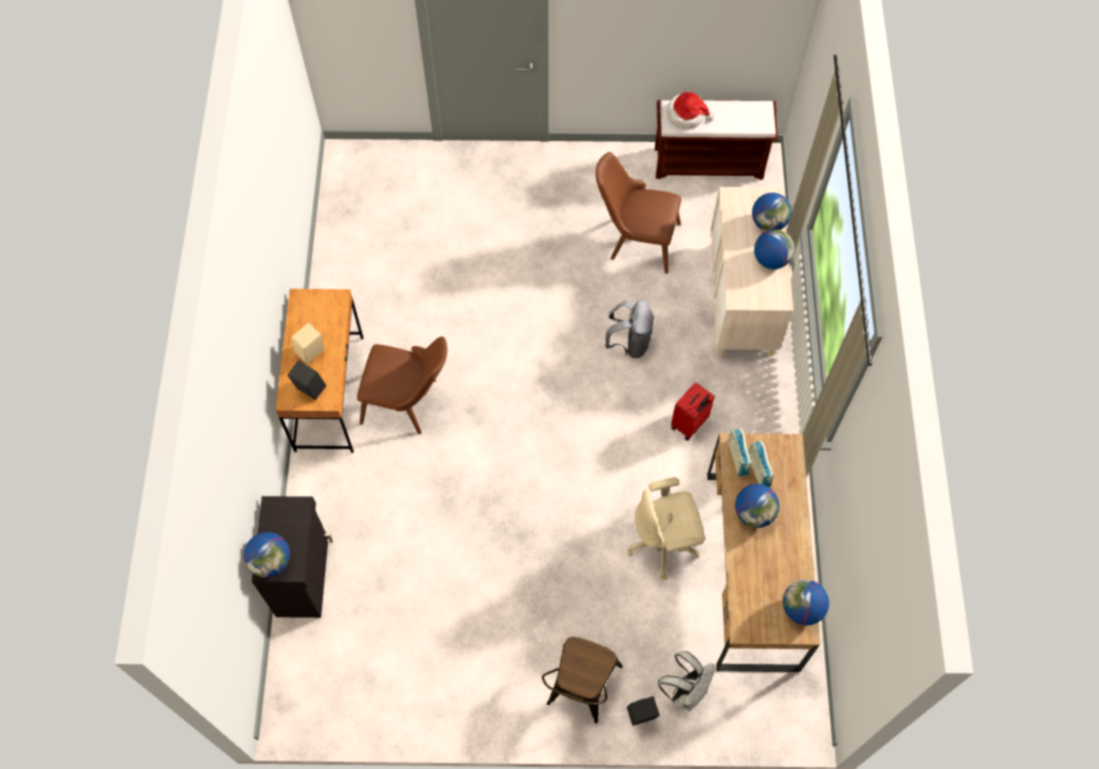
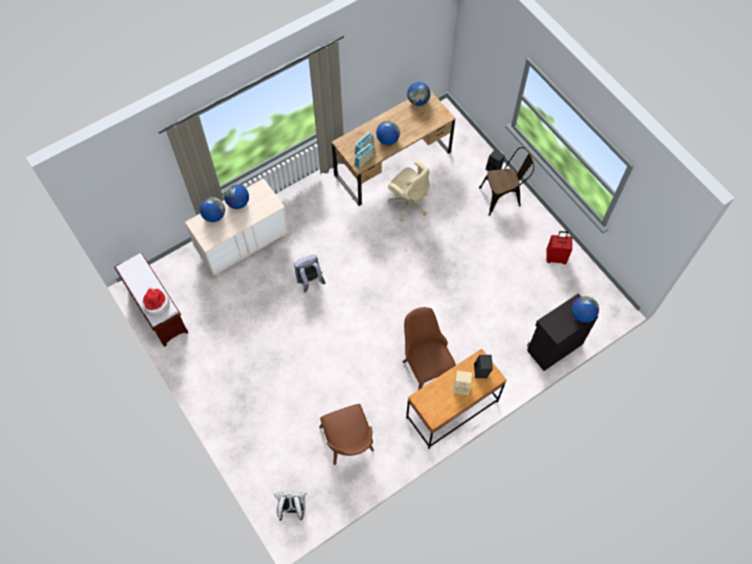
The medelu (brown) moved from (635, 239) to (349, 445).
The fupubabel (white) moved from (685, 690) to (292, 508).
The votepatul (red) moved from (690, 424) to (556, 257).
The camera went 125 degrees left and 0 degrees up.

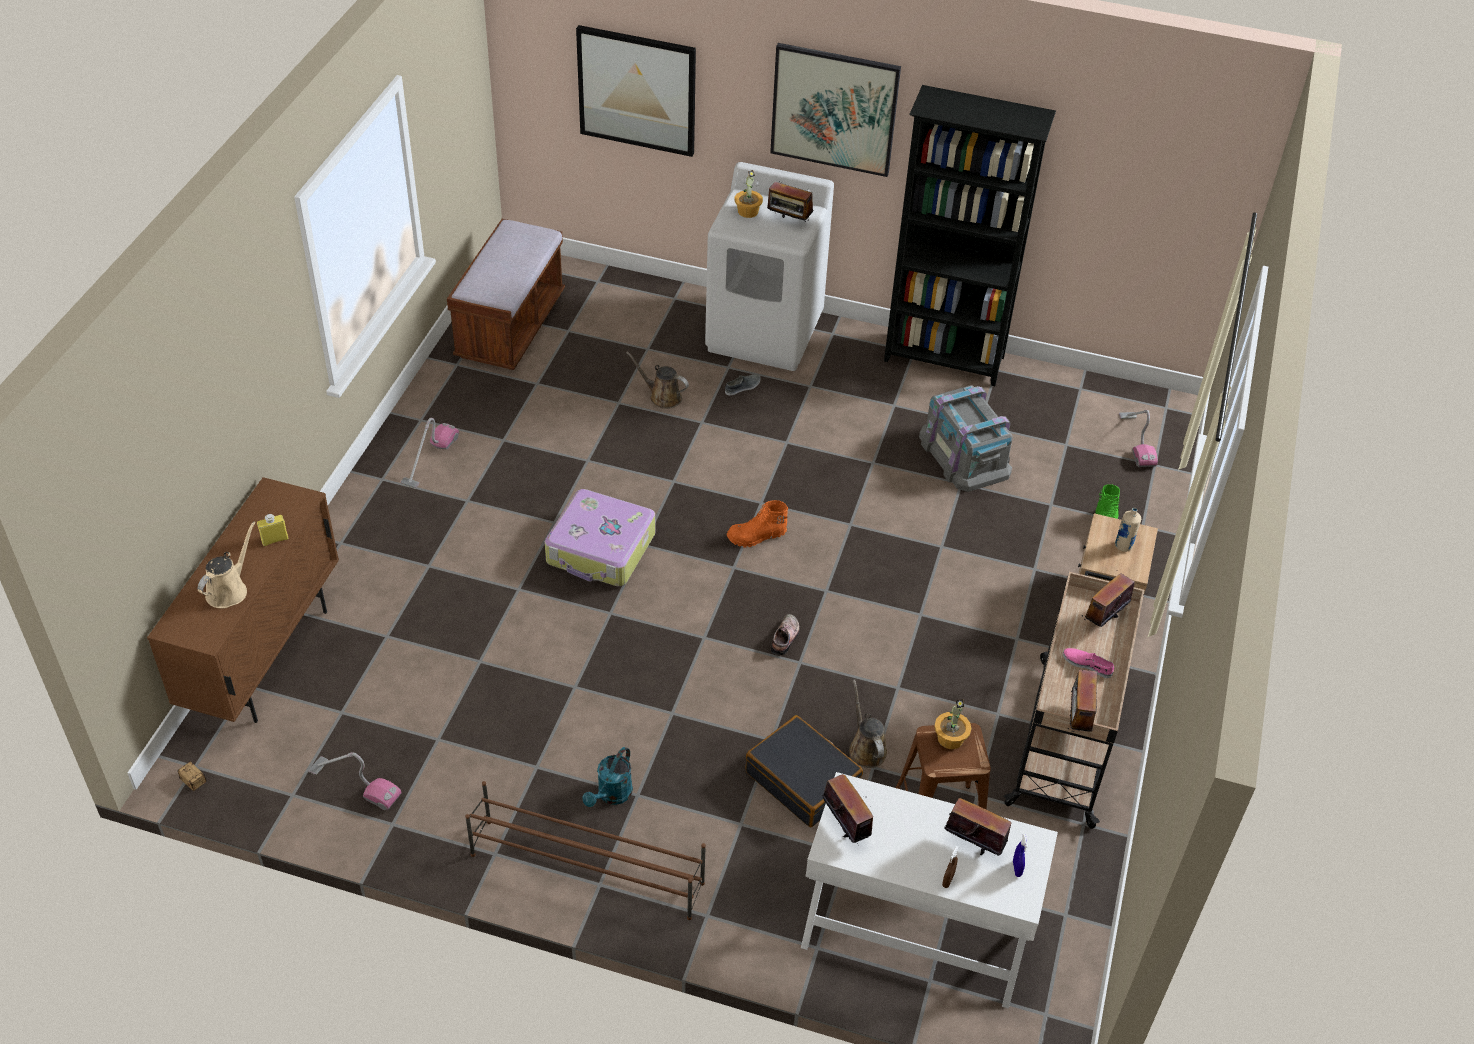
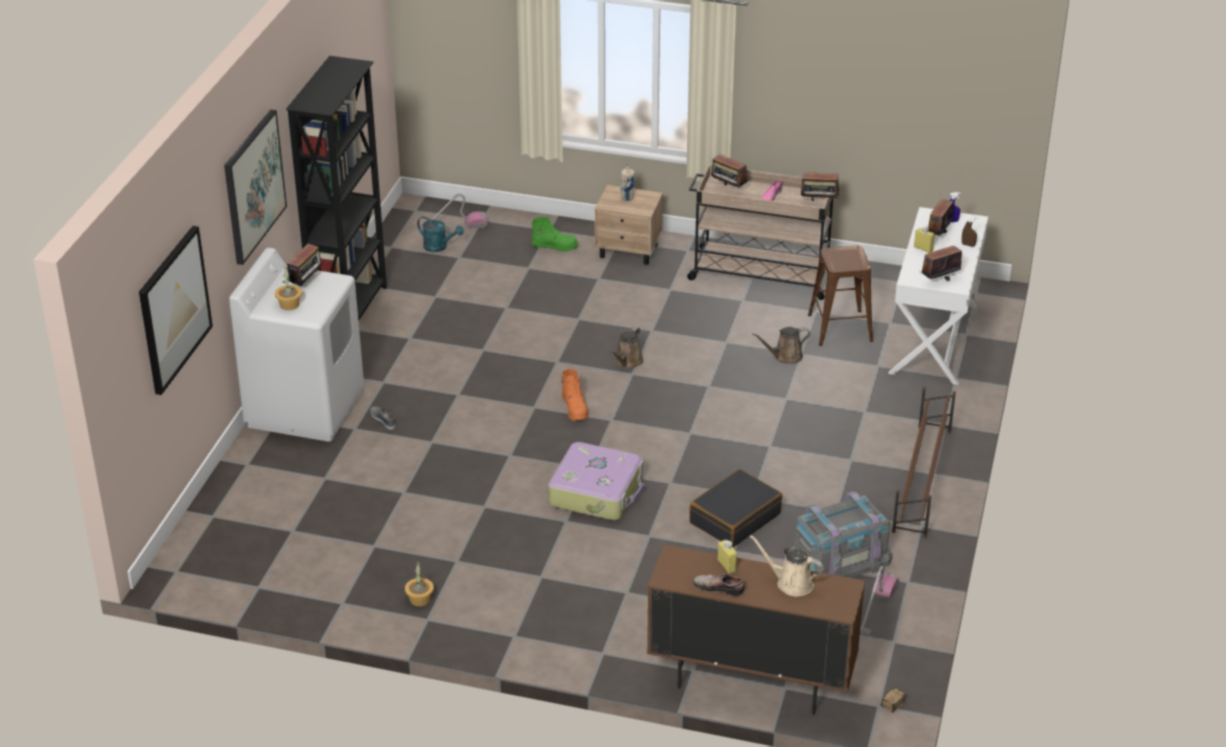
The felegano at (430, 459) disappeared.
The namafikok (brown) at (510, 327) disappeared.
The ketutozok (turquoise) moved from (611, 795) to (439, 247).
The ketutozok (brown) moved from (662, 396) to (627, 362).
The votepatul (black) moved from (803, 780) to (734, 518).
The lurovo moved from (786, 638) to (719, 587).
The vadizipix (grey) moved from (964, 454) to (840, 558).
The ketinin moved from (950, 738) to (419, 599).
The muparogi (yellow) at (923, 249) appeared.
The camera went 90 degrees left and 10 degrees down.

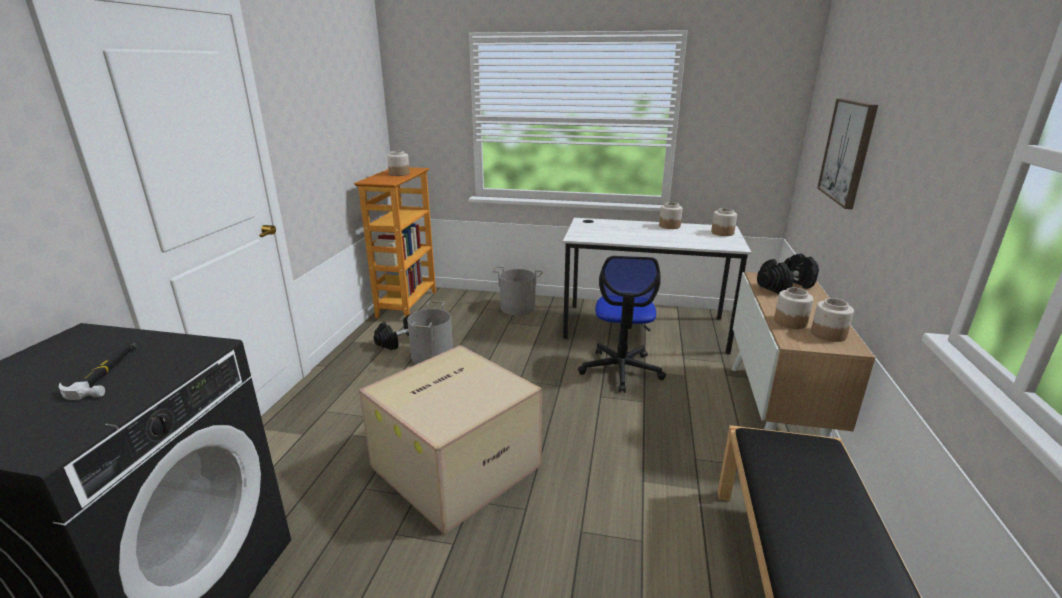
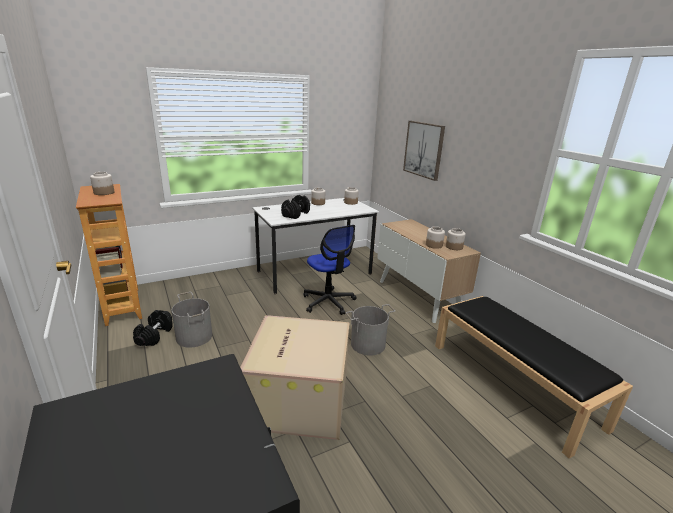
The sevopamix at (106, 373) disappeared.
The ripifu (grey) moved from (518, 307) to (367, 344).
The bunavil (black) moved from (785, 286) to (295, 214).
The camera went 40 degrees left and 0 degrees up.

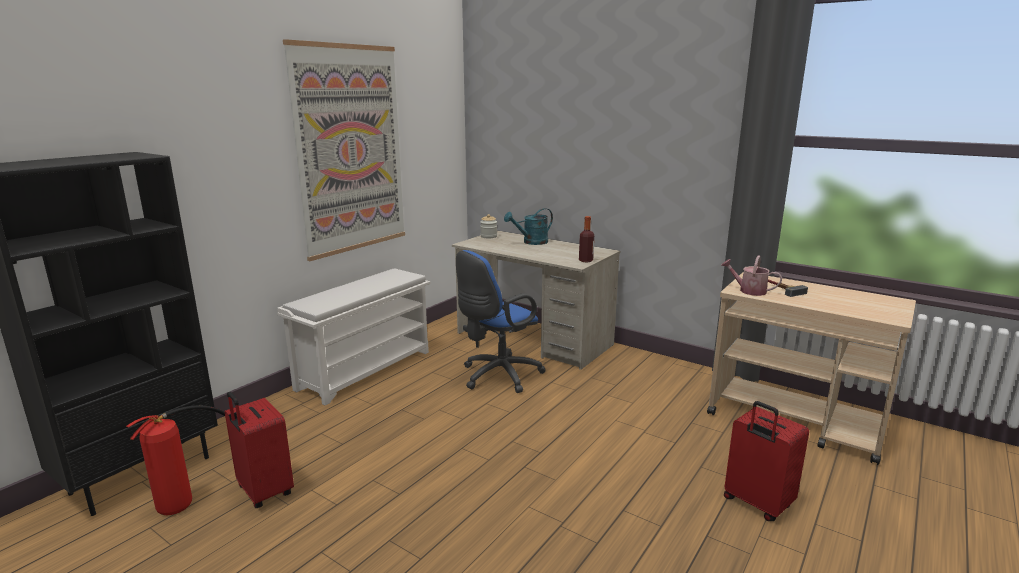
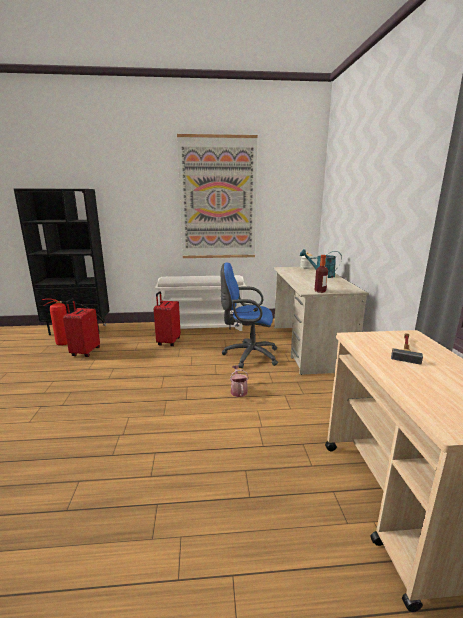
The ketutozok moved from (748, 290) to (238, 390).
The votepatul (red) moved from (756, 504) to (168, 342).
The camera went 50 degrees right and 0 degrees up.

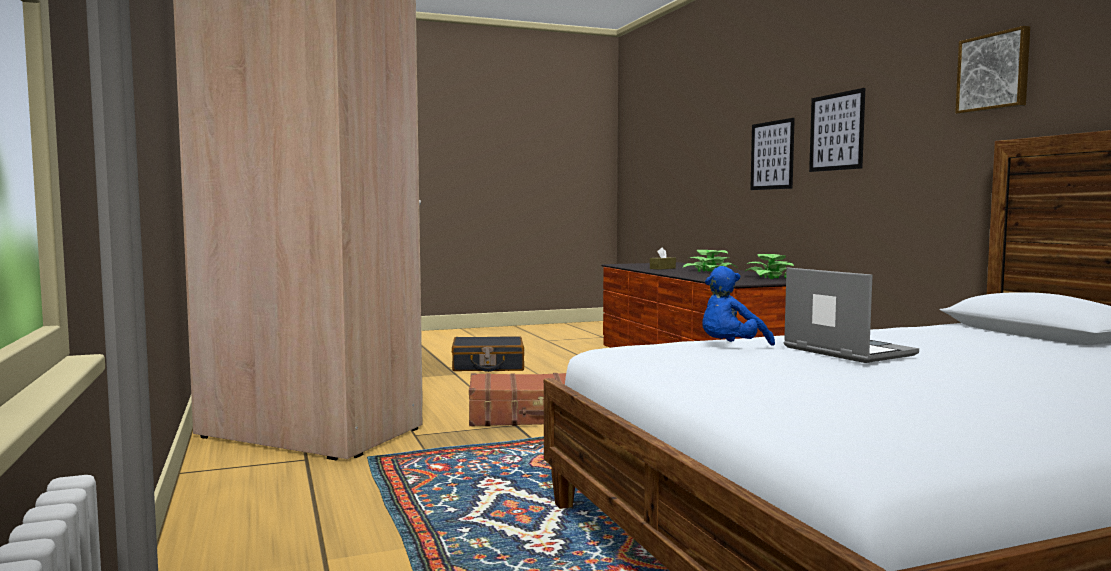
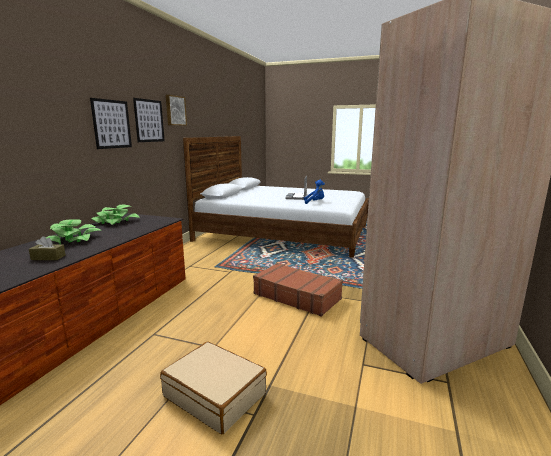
The votepatul (black) at (488, 366) became the votepatul (beige) at (215, 395).
The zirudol moved from (772, 155) to (149, 121).
The camera went 140 degrees left and 10 degrees up.

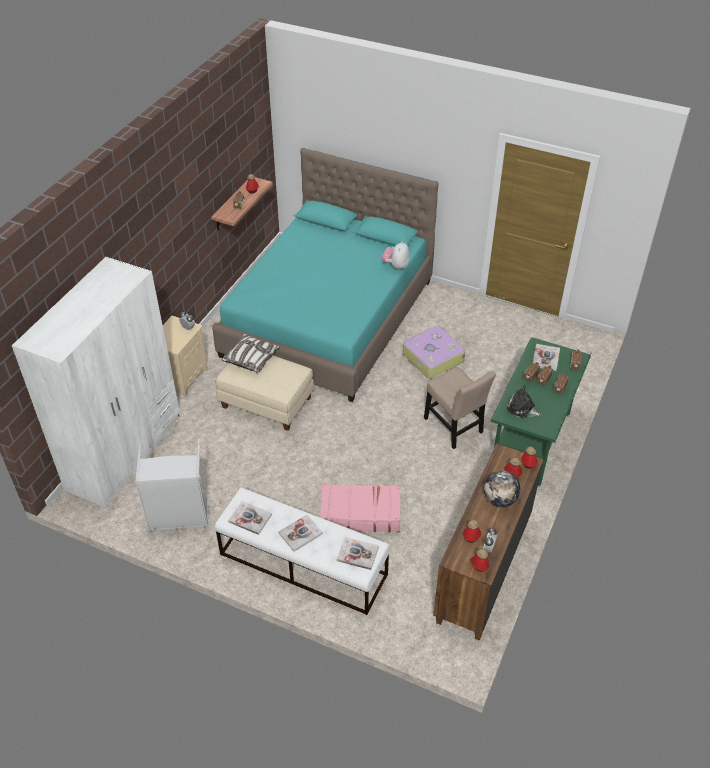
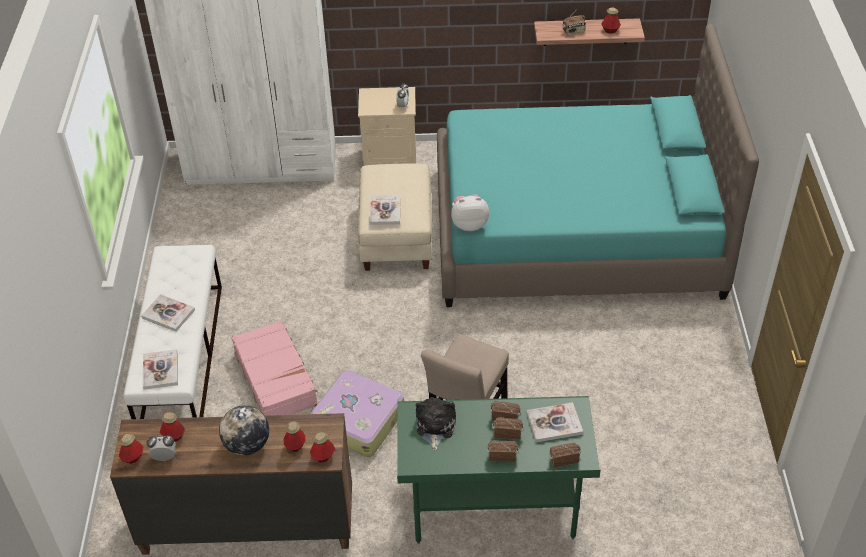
The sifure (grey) at (179, 516) disappeared.
The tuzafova at (251, 359) disappeared.
The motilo moved from (250, 518) to (385, 211).
The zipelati moved from (396, 266) to (469, 224).
The votepatul moved from (432, 358) to (358, 420).
The camera went 65 degrees right and 0 degrees up.

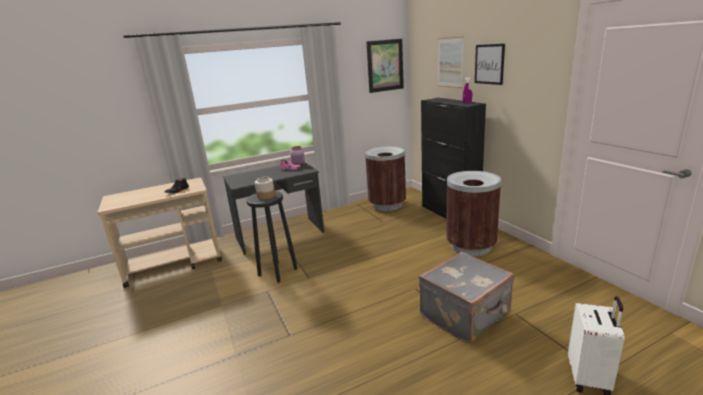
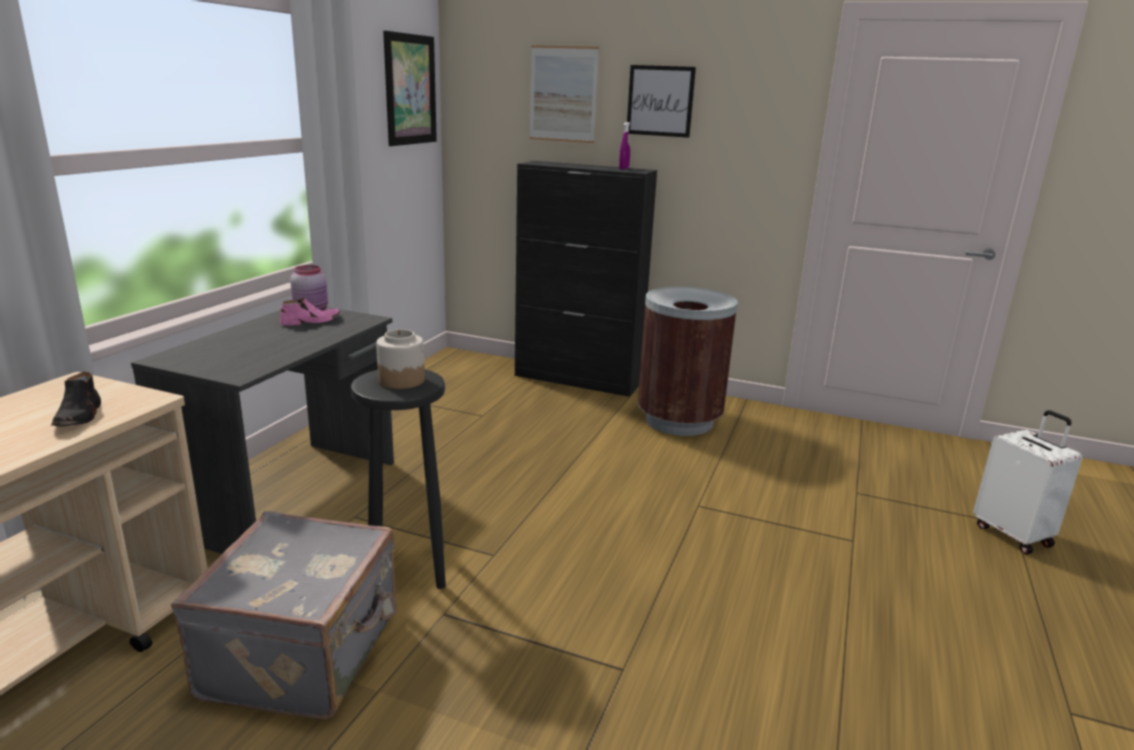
The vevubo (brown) at (387, 205) disappeared.
The votepatul (grey) moved from (466, 315) to (306, 654).
The camera went 45 degrees left and 0 degrees up.

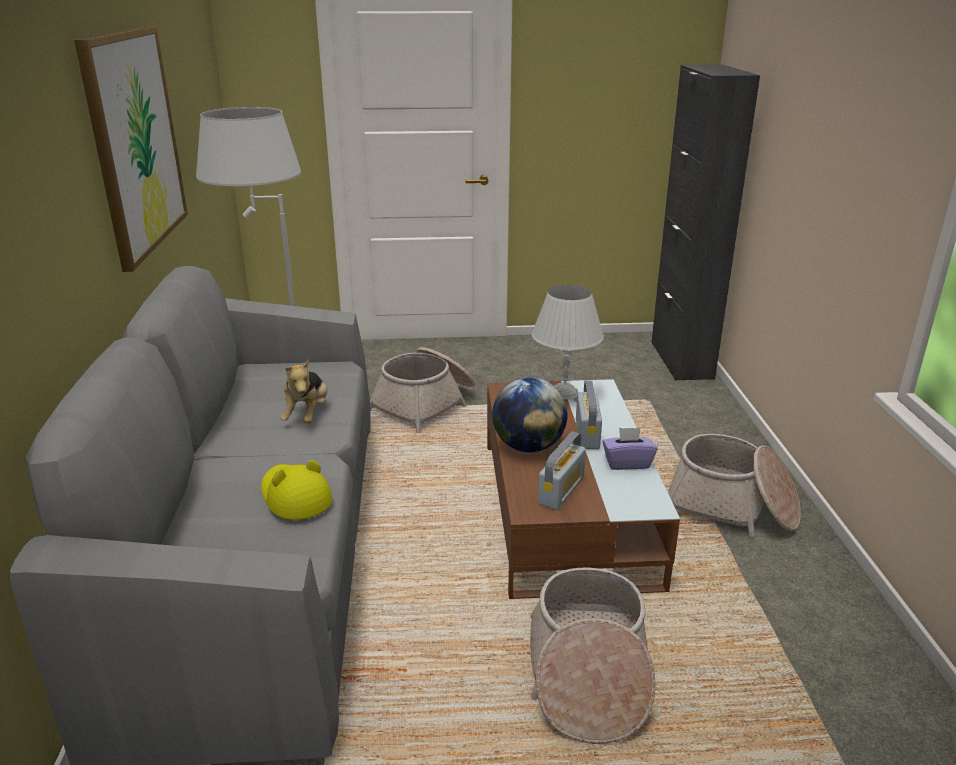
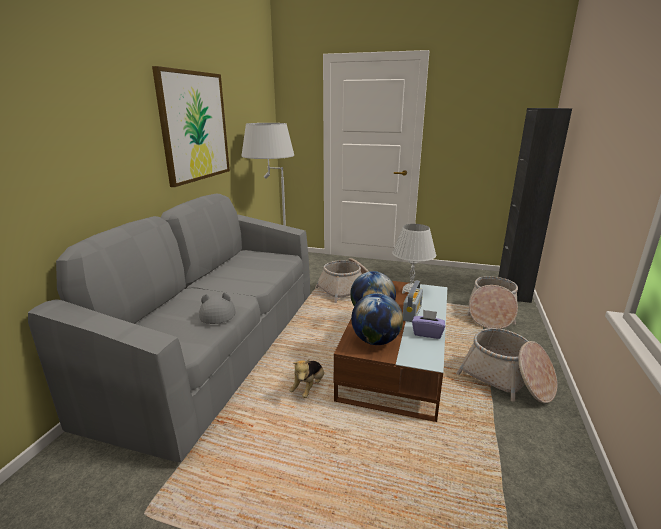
The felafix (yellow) at (294, 496) became the felafix (grey) at (217, 312).
The zipelati moved from (307, 415) to (308, 387).
The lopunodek moved from (587, 675) to (490, 314).
The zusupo at (561, 491) was replaced by the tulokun at (375, 341).
The camera went 20 degrees right and 5 degrees down.

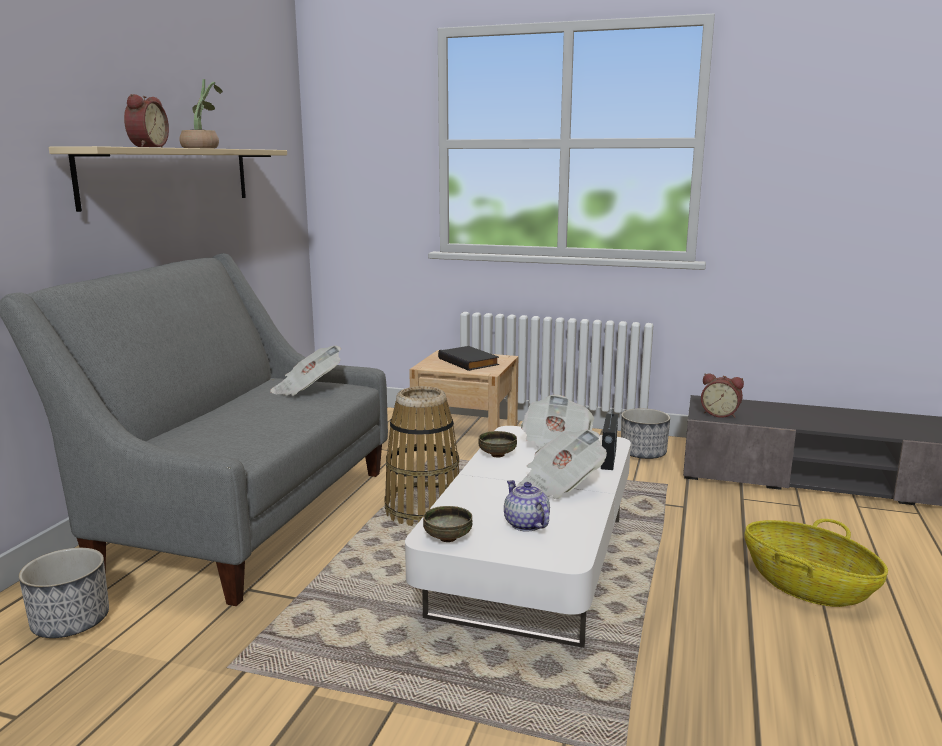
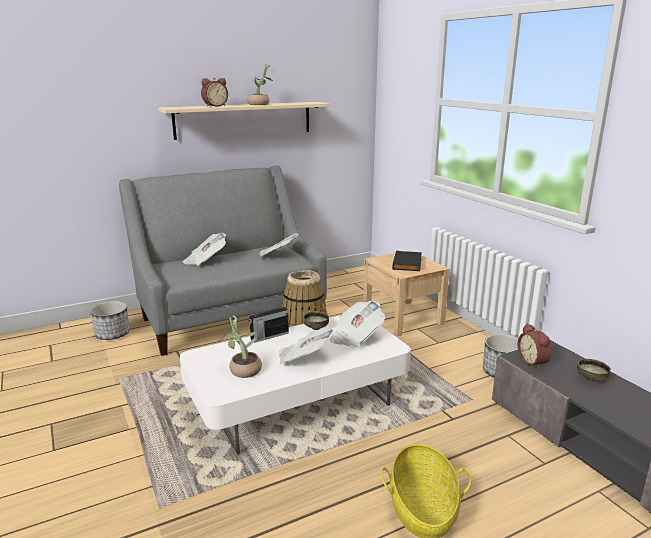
The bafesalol moved from (447, 538) to (591, 379).
The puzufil at (525, 524) was replaced by the ketinin at (242, 369).
The zusupo moved from (608, 459) to (269, 336).
The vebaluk at (205, 260) appeared.
The camera went 45 degrees right and 5 degrees up.

